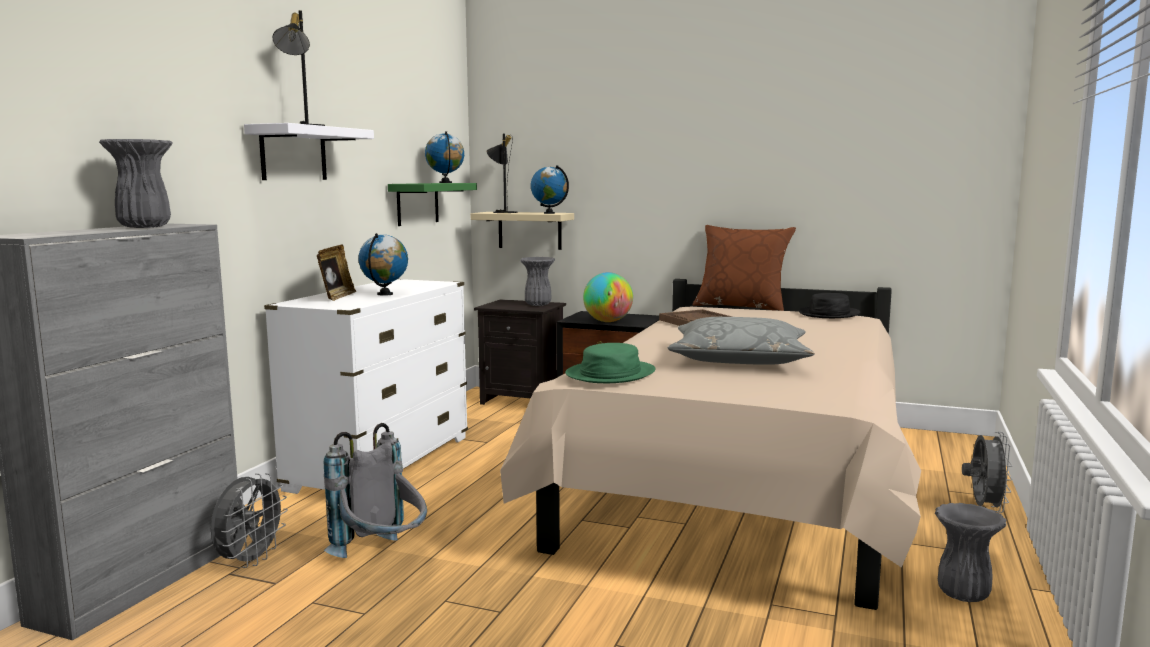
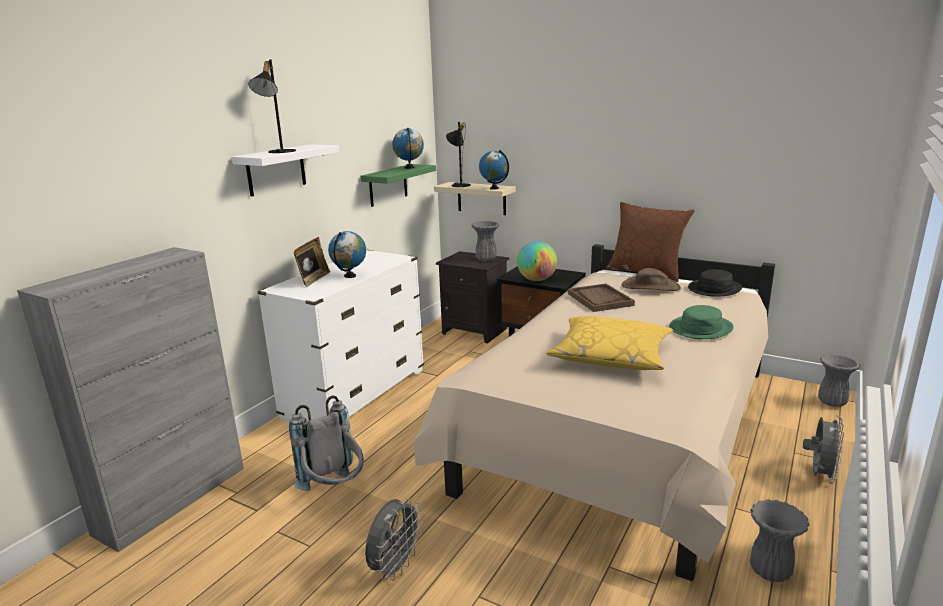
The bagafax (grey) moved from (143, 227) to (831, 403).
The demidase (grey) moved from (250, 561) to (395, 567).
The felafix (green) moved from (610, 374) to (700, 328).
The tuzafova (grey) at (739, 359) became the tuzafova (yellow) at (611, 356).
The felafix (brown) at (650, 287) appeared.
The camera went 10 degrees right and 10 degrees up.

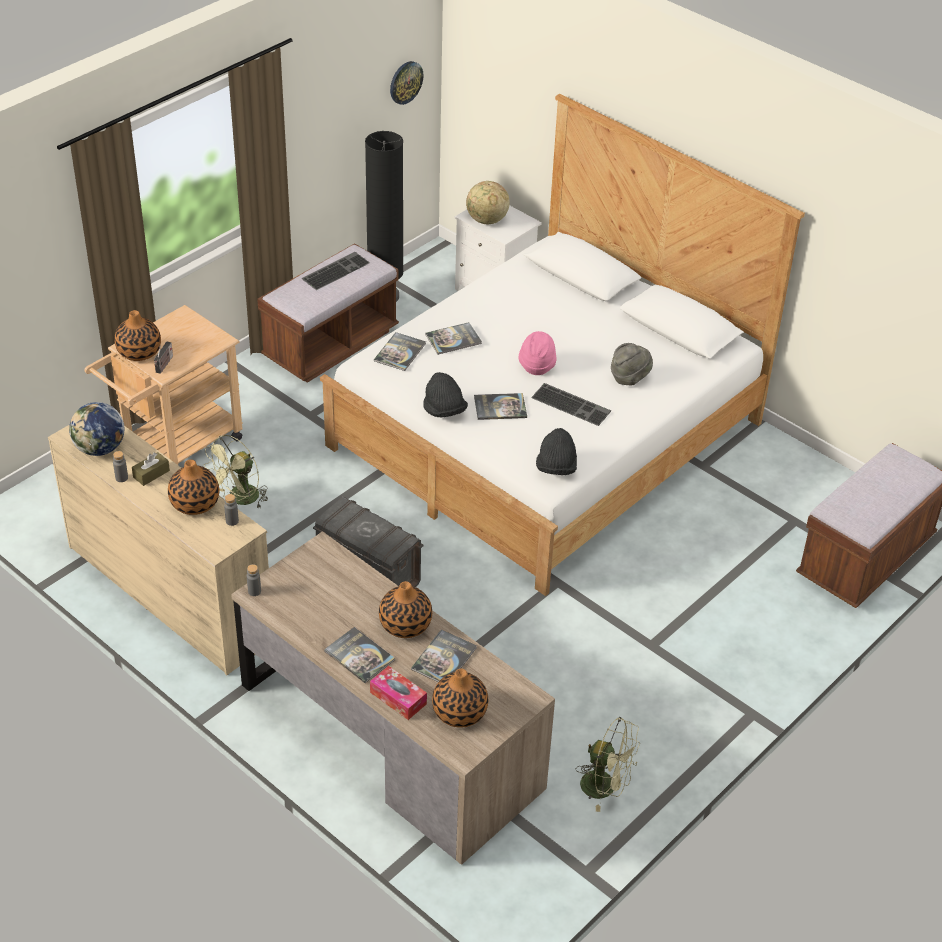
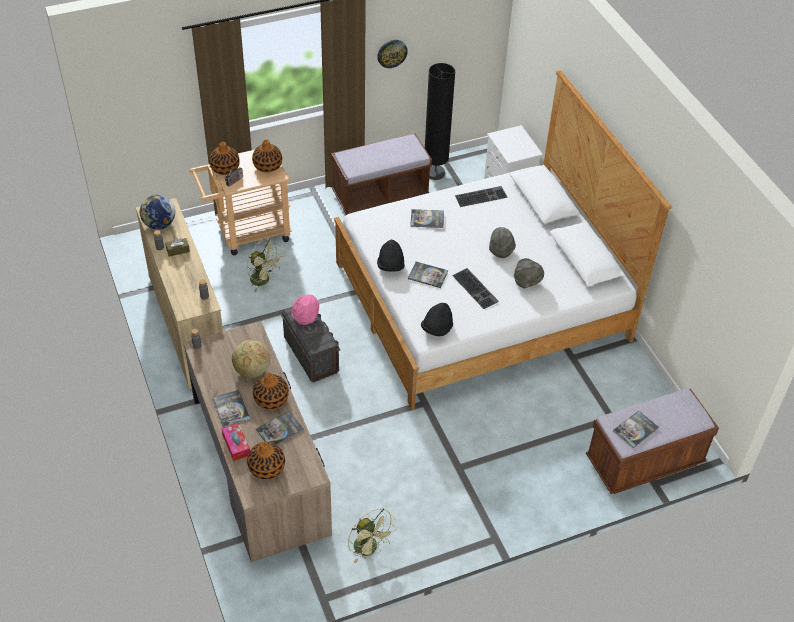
The bagafax moved from (195, 503) to (268, 166).
The demidase (green) at (240, 499) turned 120 degrees counterclockwise.
The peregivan moved from (335, 270) to (481, 196).
The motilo moved from (400, 352) to (635, 429).
The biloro moved from (405, 82) to (392, 53).
The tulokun moved from (487, 220) to (252, 370).
The felafix (pink) moved from (537, 365) to (306, 317).
The felafix (grey) at (500, 250) appeared.
The camera went 25 degrees right and 5 degrees up.

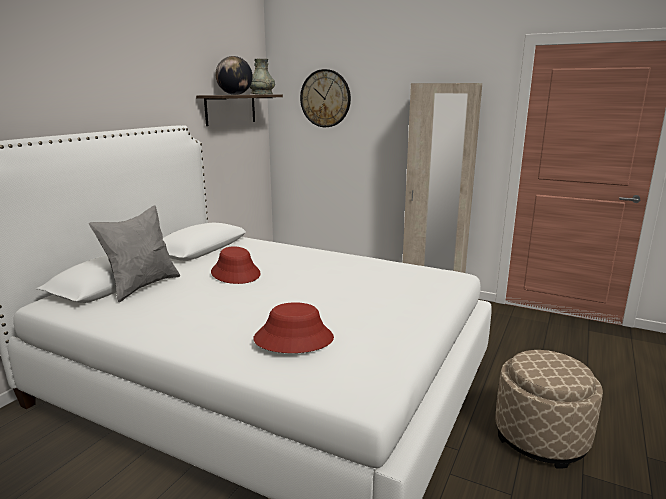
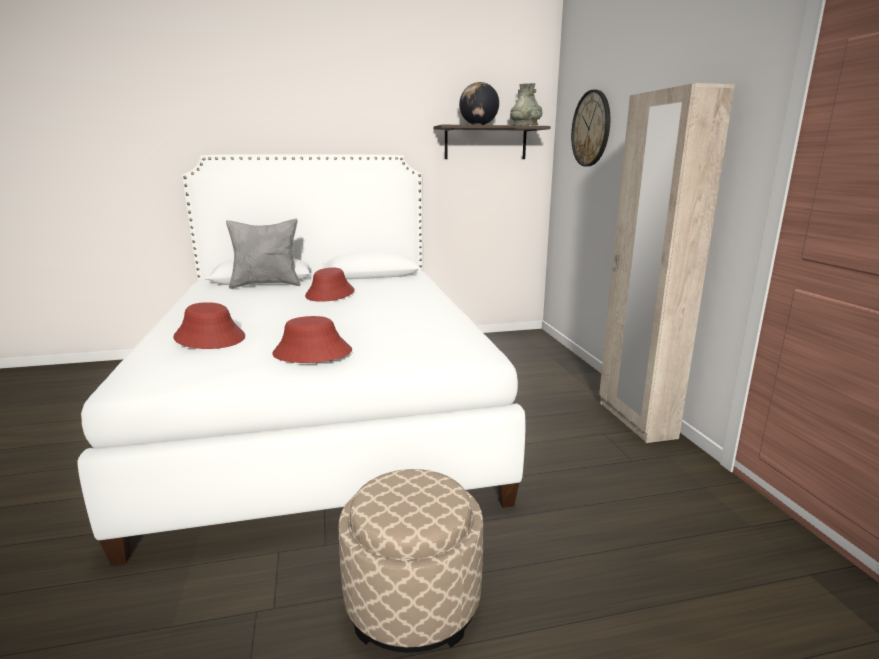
The felafix (red) at (312, 353) appeared.
The camera went 50 degrees right and 0 degrees up.

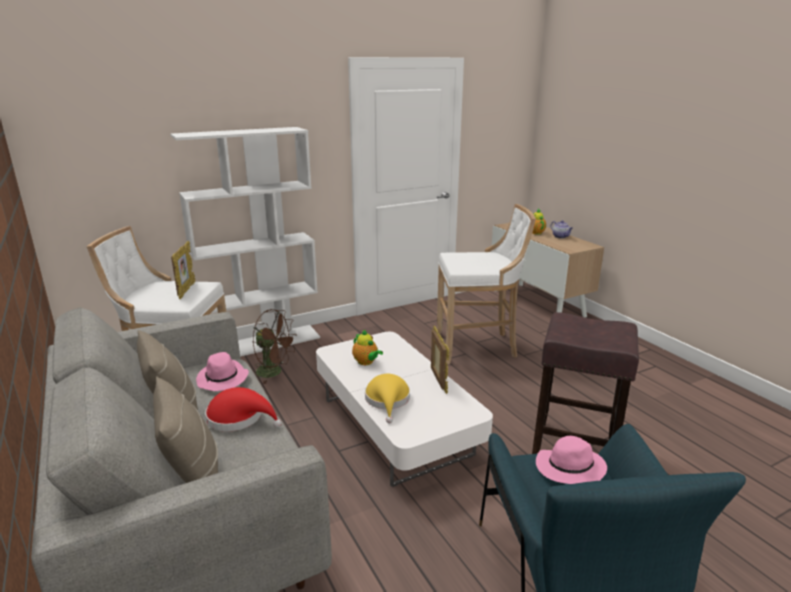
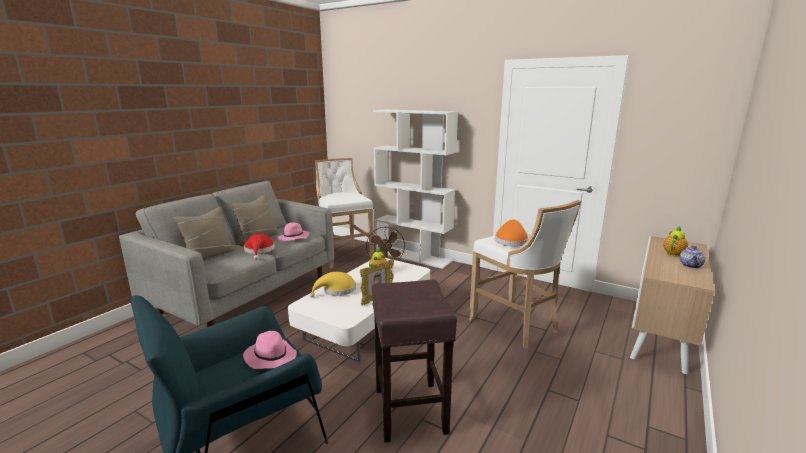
The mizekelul at (186, 291) disappeared.
The felafix (orange) at (511, 241) appeared.
The camera went 60 degrees right and 5 degrees down.

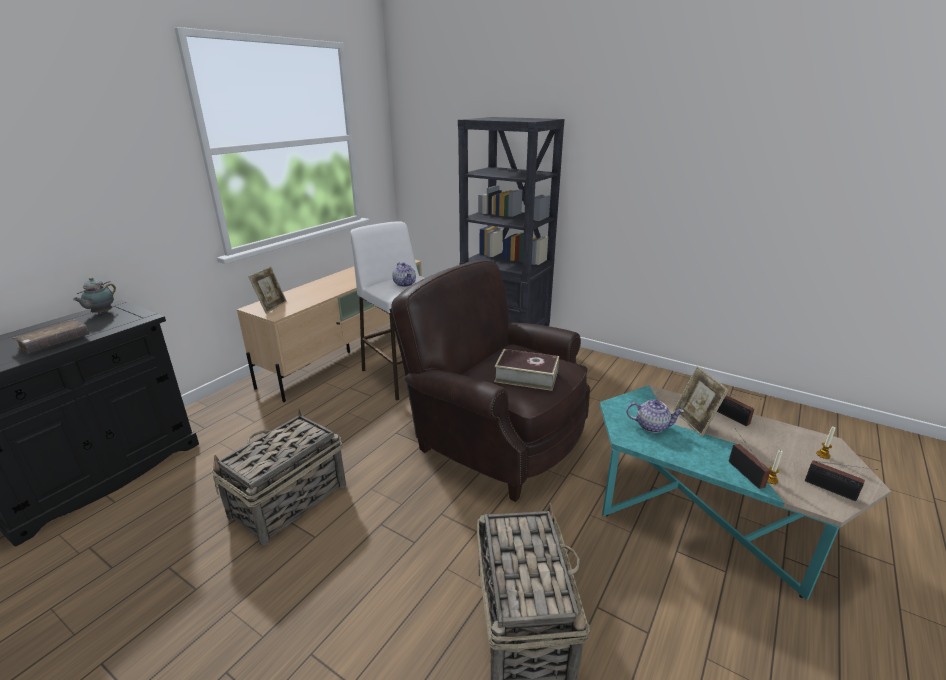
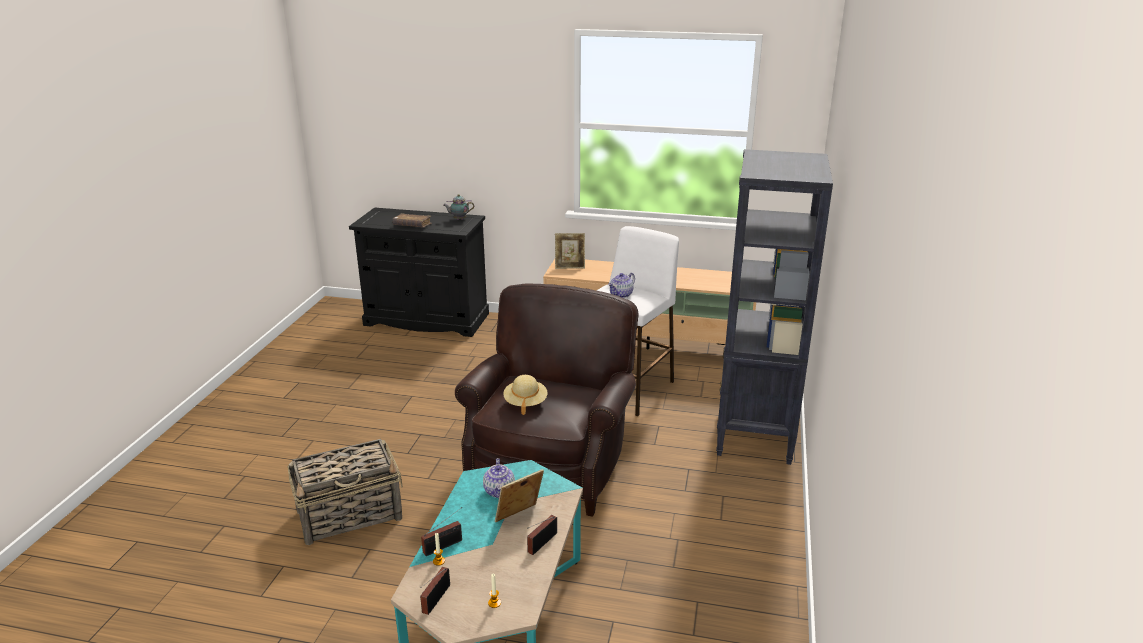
The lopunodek at (287, 501) disappeared.
The motilo at (526, 376) was replaced by the felafix (beige) at (525, 403).
The camera went 70 degrees right and 0 degrees up.

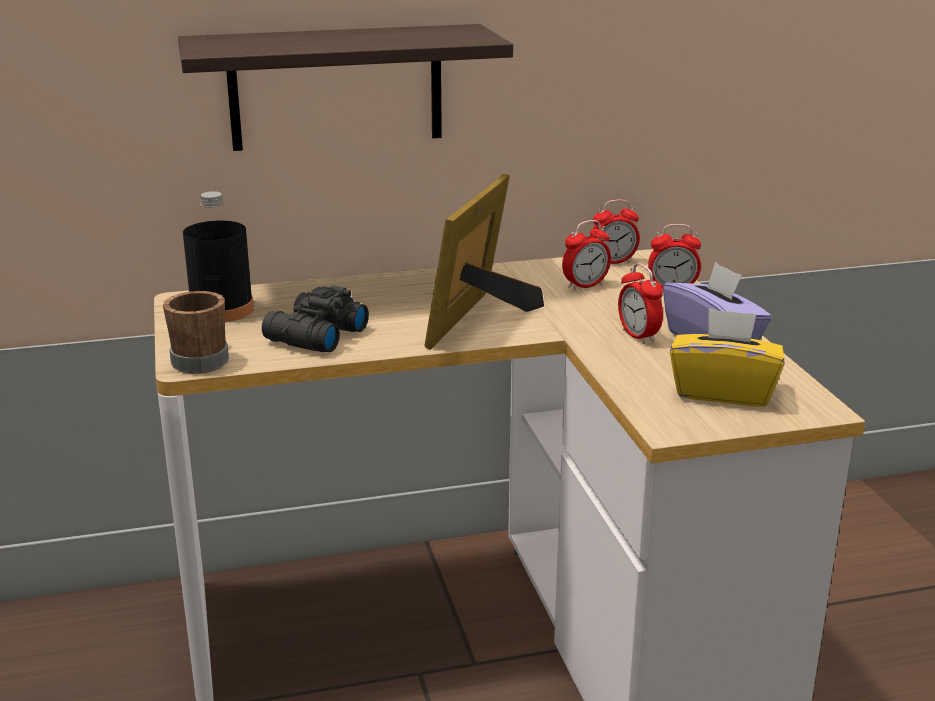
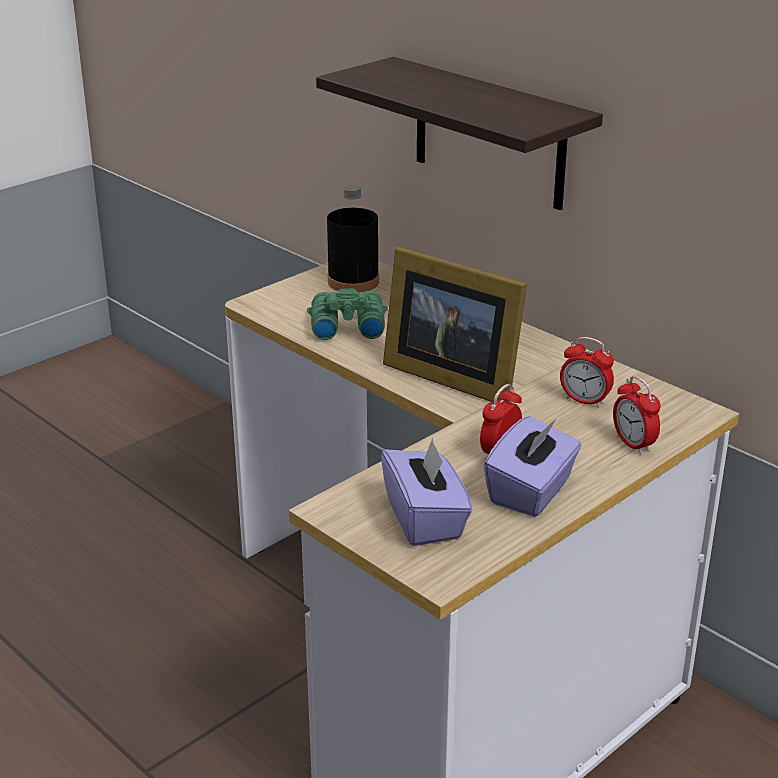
The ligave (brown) at (202, 359) disappeared.
The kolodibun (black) at (313, 336) became the kolodibun (green) at (346, 326).
The mizekelul at (479, 319) turned 135 degrees counterclockwise.
The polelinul at (613, 262) disappeared.
The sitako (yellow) at (723, 392) became the sitako (purple) at (425, 519).
The camera went 60 degrees right and 5 degrees up.

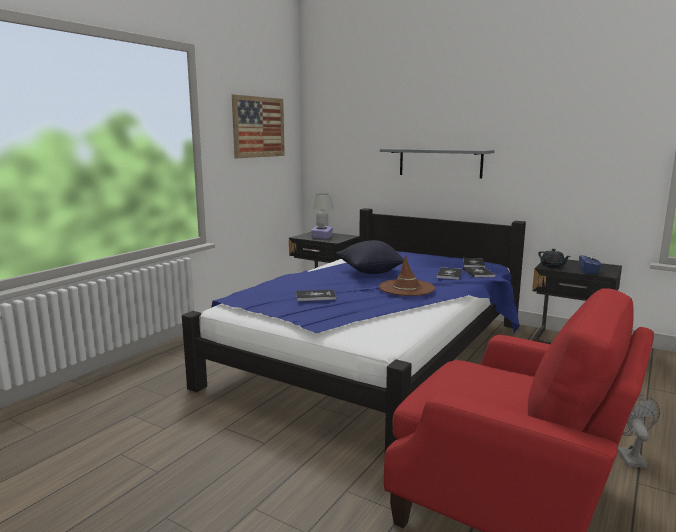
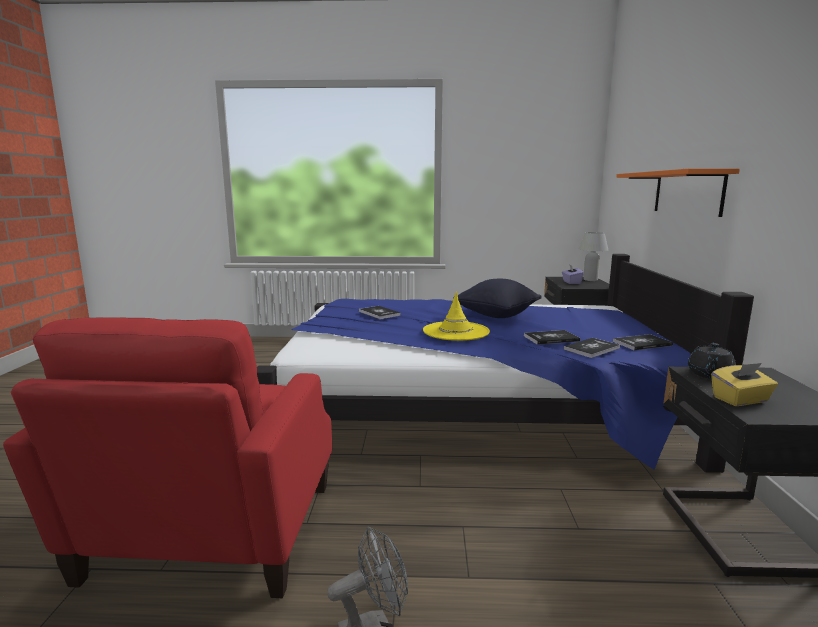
The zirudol at (258, 127) disappeared.
The felafix (brown) at (406, 288) became the felafix (yellow) at (456, 331).
The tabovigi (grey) at (440, 163) became the tabovigi (orange) at (687, 192).
The sitako (blue) at (588, 271) became the sitako (yellow) at (741, 400).
The camera went 60 degrees right and 0 degrees up.

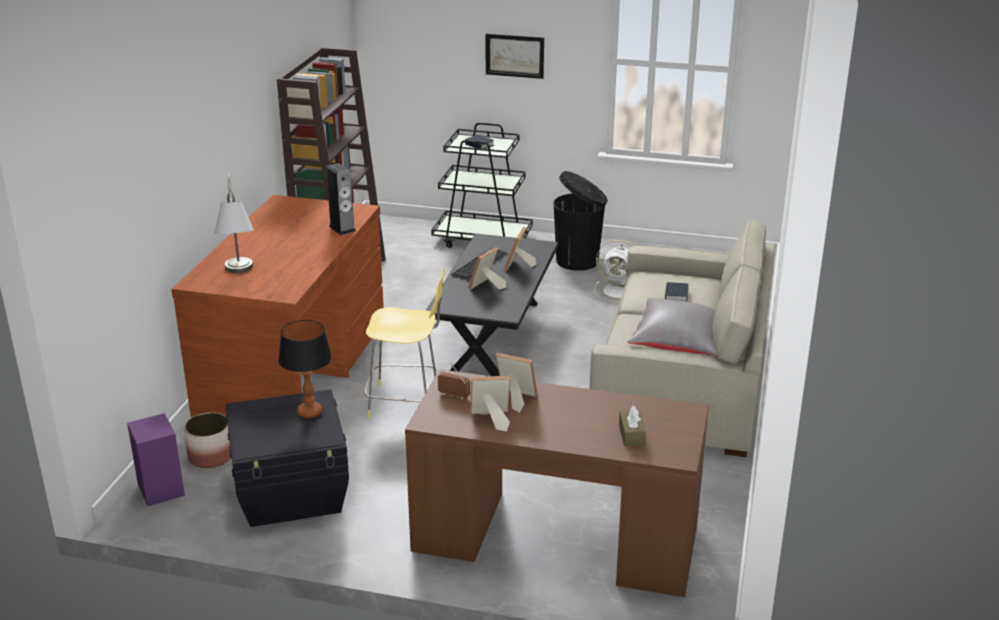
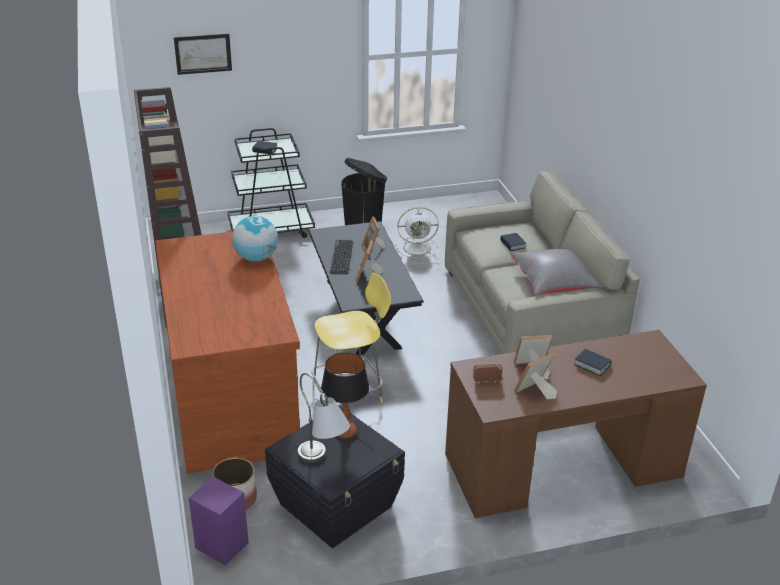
The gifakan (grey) moved from (239, 275) to (323, 463).
The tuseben at (342, 228) was replaced by the tulokun at (256, 258).
The zirudol moved from (514, 55) to (203, 53).
The sitako (brown) at (631, 435) disappeared.
The motilo at (592, 365) appeared.
The camera went 30 degrees left and 5 degrees up.

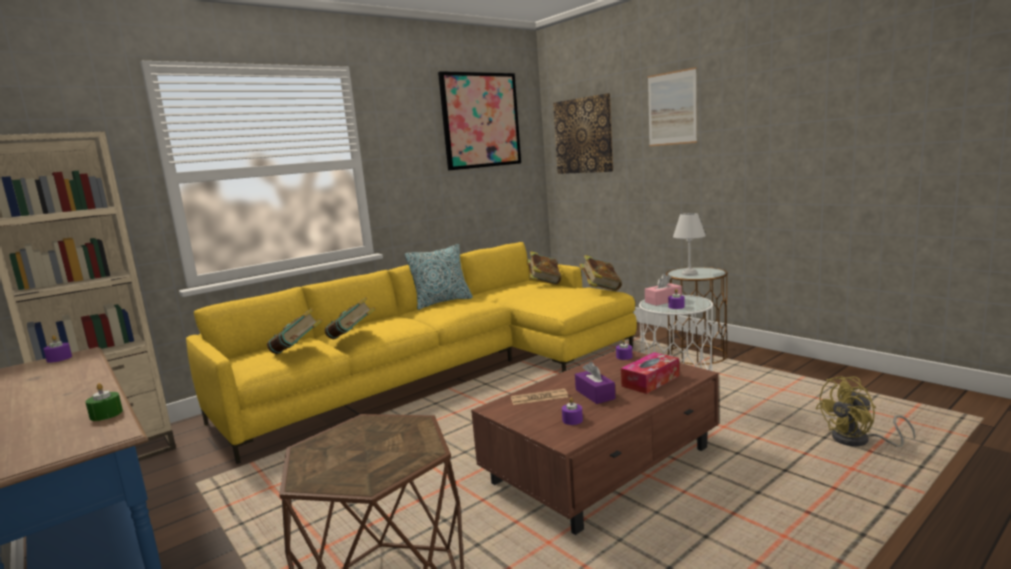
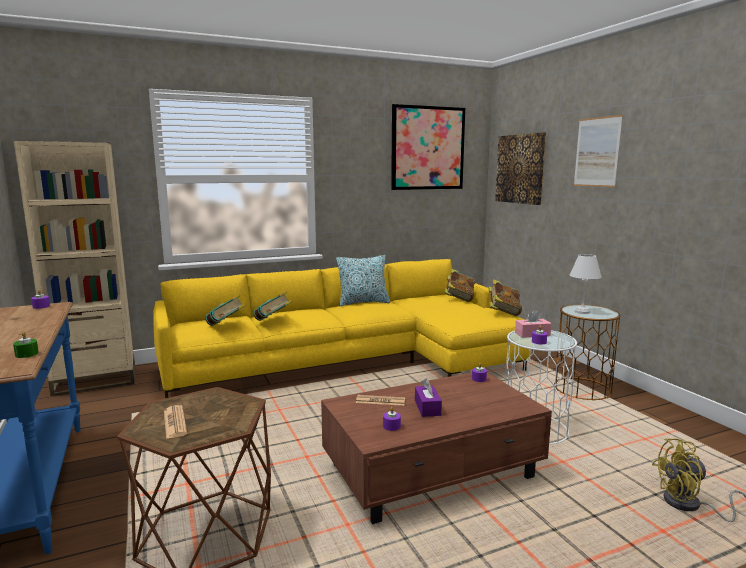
The sitako at (650, 381) disappeared.
The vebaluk at (175, 422) appeared.
The camera went 15 degrees right and 0 degrees up.

